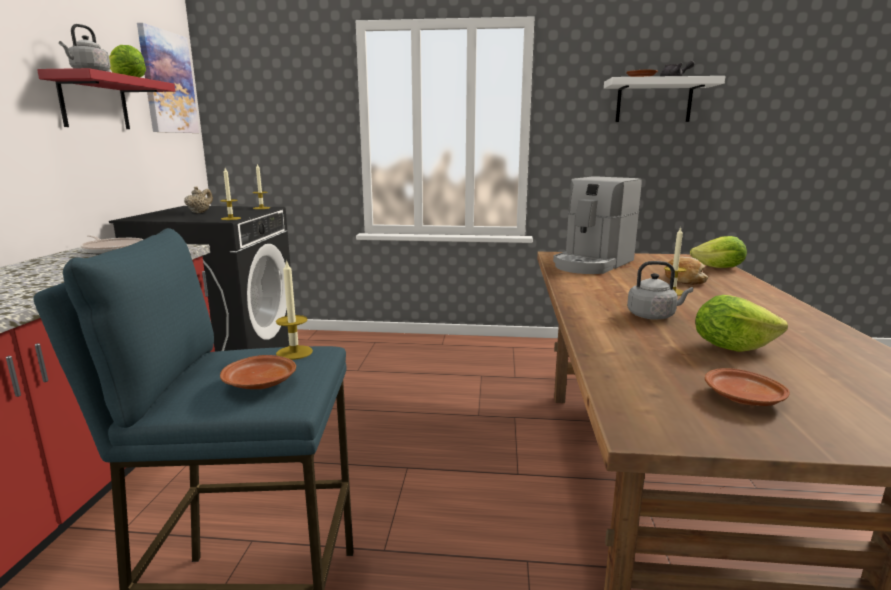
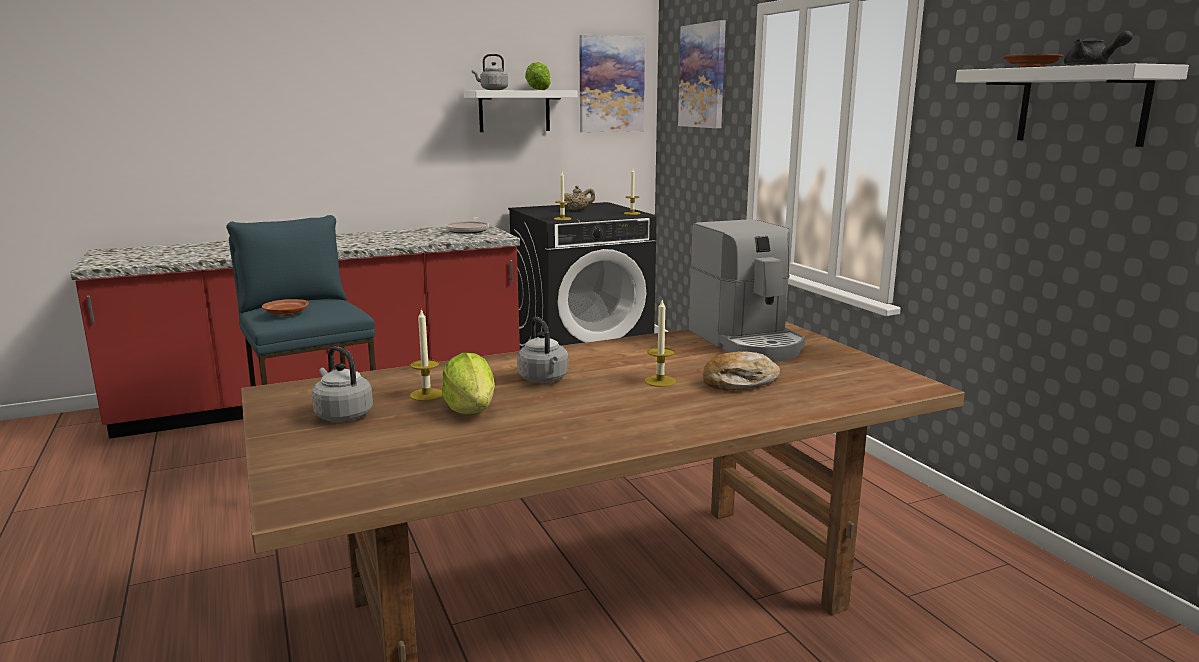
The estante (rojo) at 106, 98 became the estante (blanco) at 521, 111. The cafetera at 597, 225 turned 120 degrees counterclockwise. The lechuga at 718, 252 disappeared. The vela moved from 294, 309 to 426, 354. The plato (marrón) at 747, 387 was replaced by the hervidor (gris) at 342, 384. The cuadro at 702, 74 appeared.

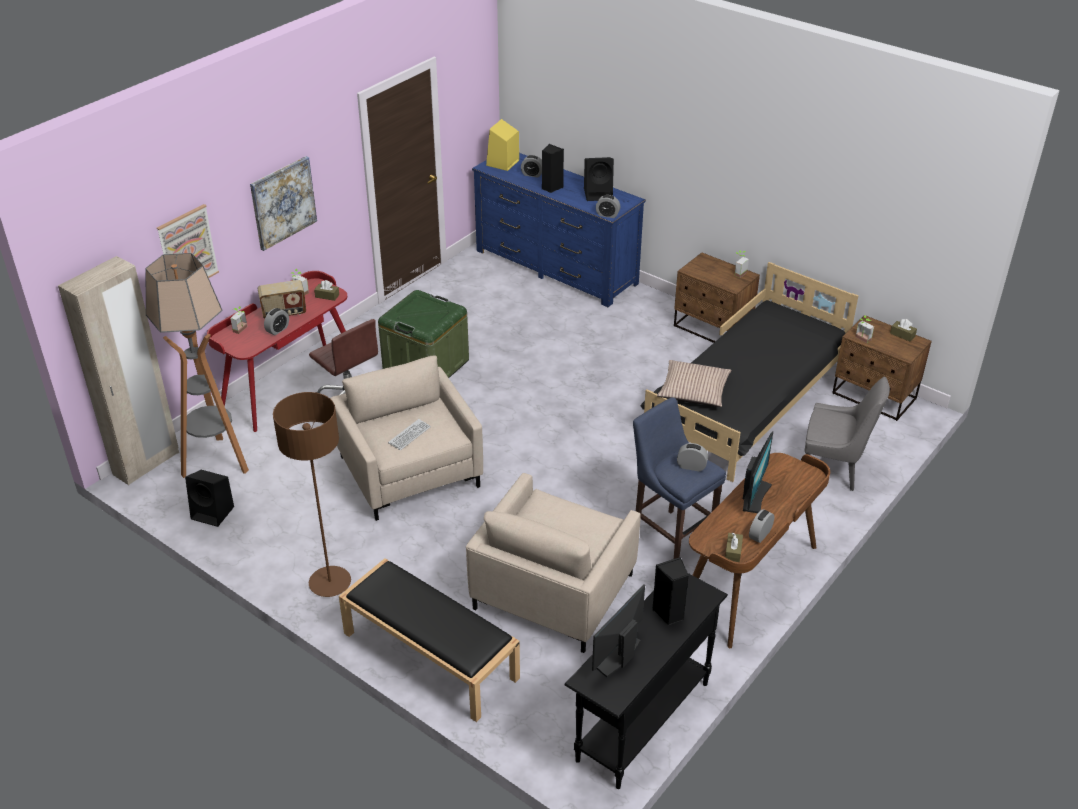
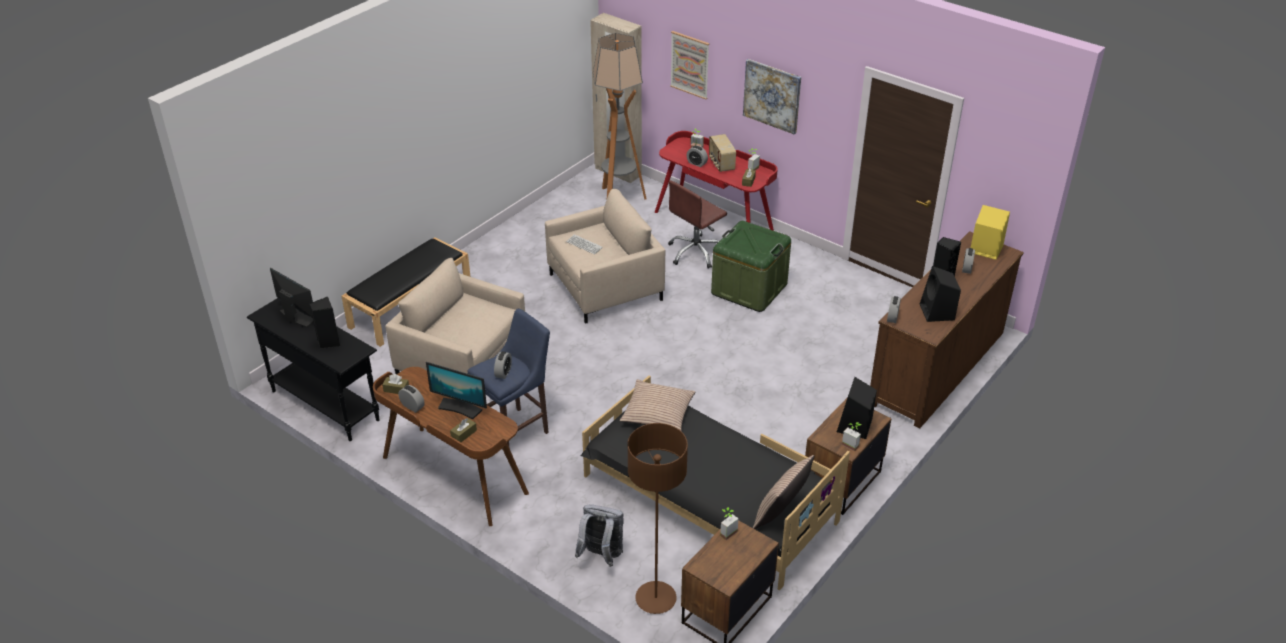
The cómoda (azul) at 559, 230 became the cómoda (marrón) at 947, 329. The caja de pañuelos (marrón) moved from 903, 330 to 463, 430. The silla (gris) at 847, 434 was replaced by the mochila (gris) at 599, 535. The lámpara de pie (marrón) moved from 312, 494 to 658, 518. The altavoz (negro) moved from 209, 498 to 857, 408. The cojín at 783, 492 appeared.

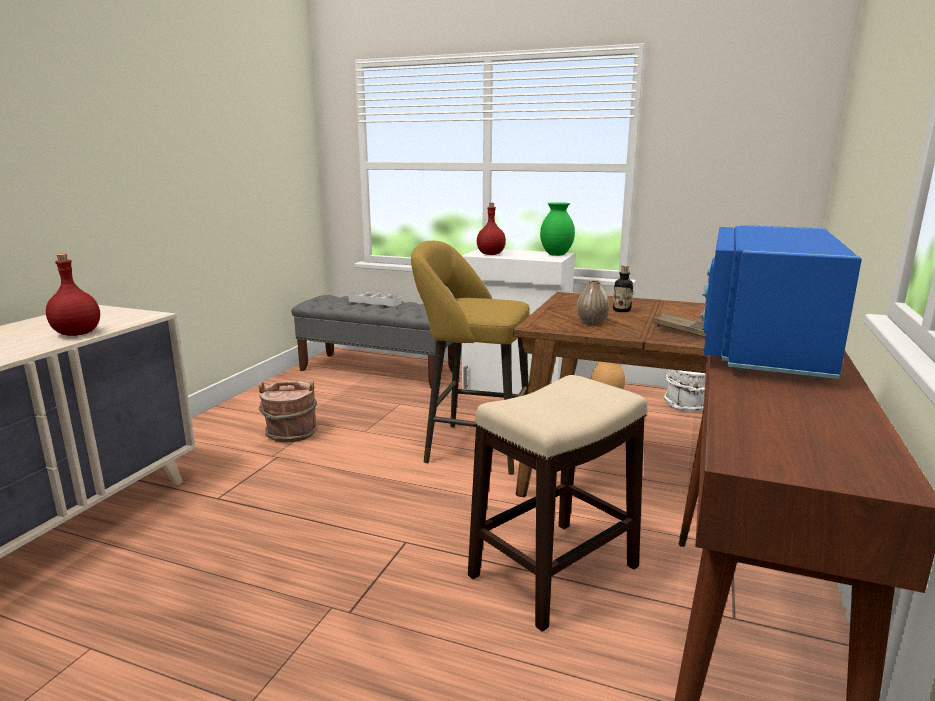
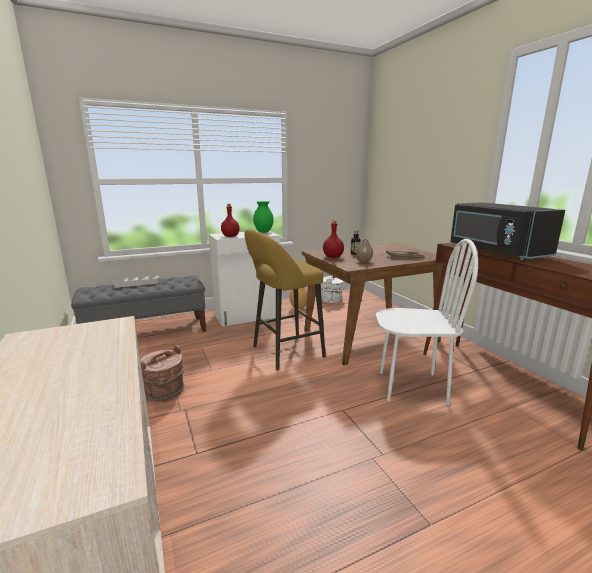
The microondas (azul) at 781, 302 became the microondas (negro) at 507, 231. The botella (rojo) moved from 73, 295 to 333, 239. The taburete at 557, 503 was replaced by the silla (blanco) at 427, 322.

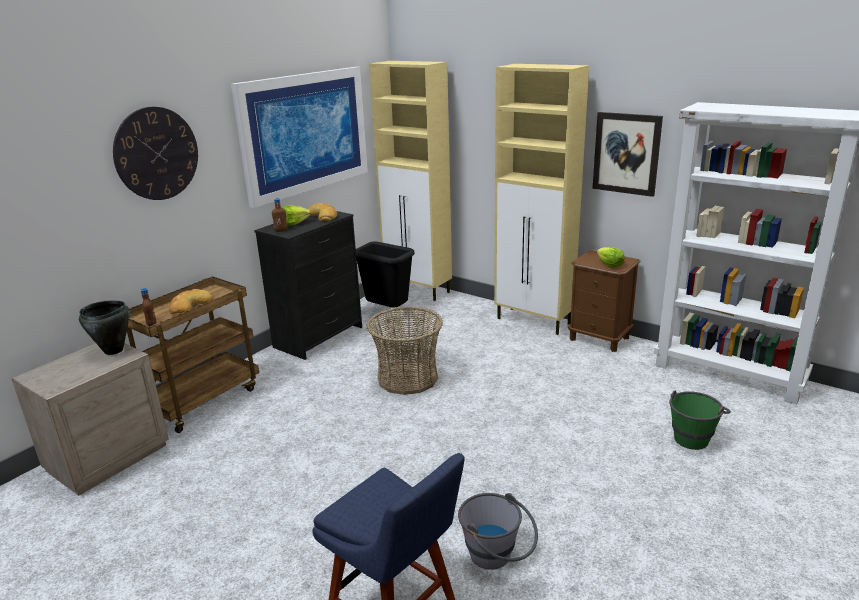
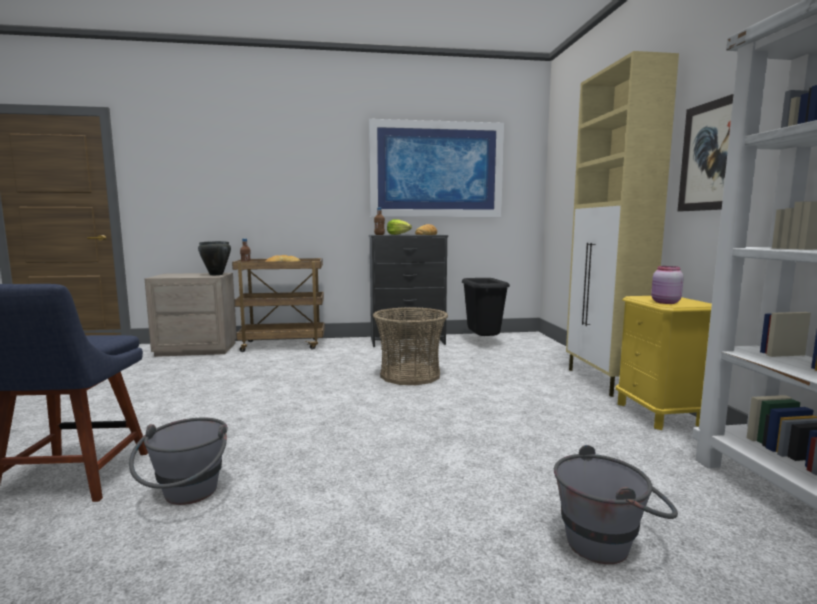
The armario (beis) at 410, 181 disappeared. The reloj de pared at 155, 153 disappeared. The lechuga at 611, 257 was replaced by the tarro (rosa) at 667, 285. The mesita de noche (marrón) at 604, 301 became the mesita de noche (amarillo) at 663, 363. The cubo (verde) at 700, 420 became the cubo (gris) at 616, 504.

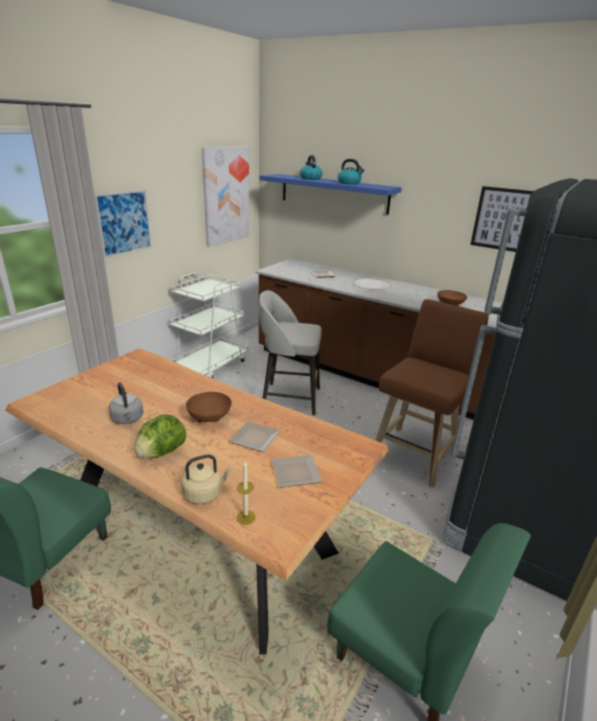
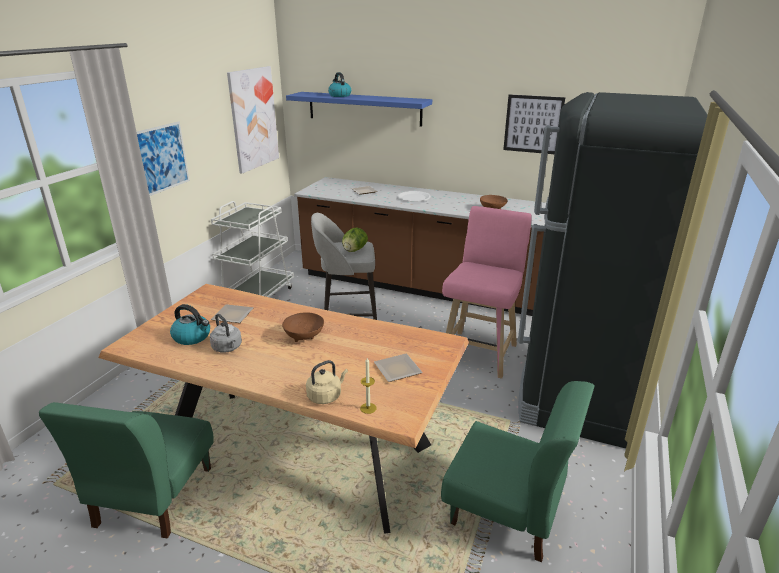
The hervidor moved from 351, 171 to 190, 324. The taburete (marrón) at 432, 393 became the taburete (rosa) at 486, 292. The lechuga moved from 160, 436 to 355, 240. The plato moved from 254, 436 to 232, 313.

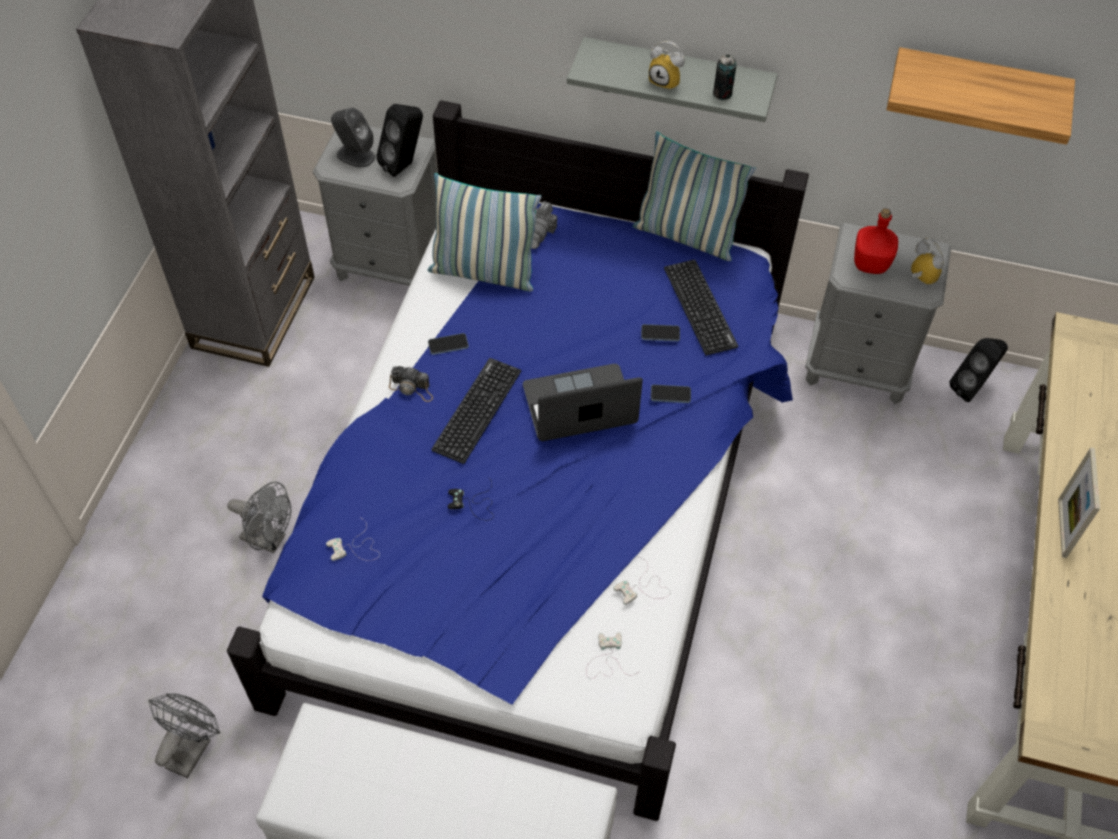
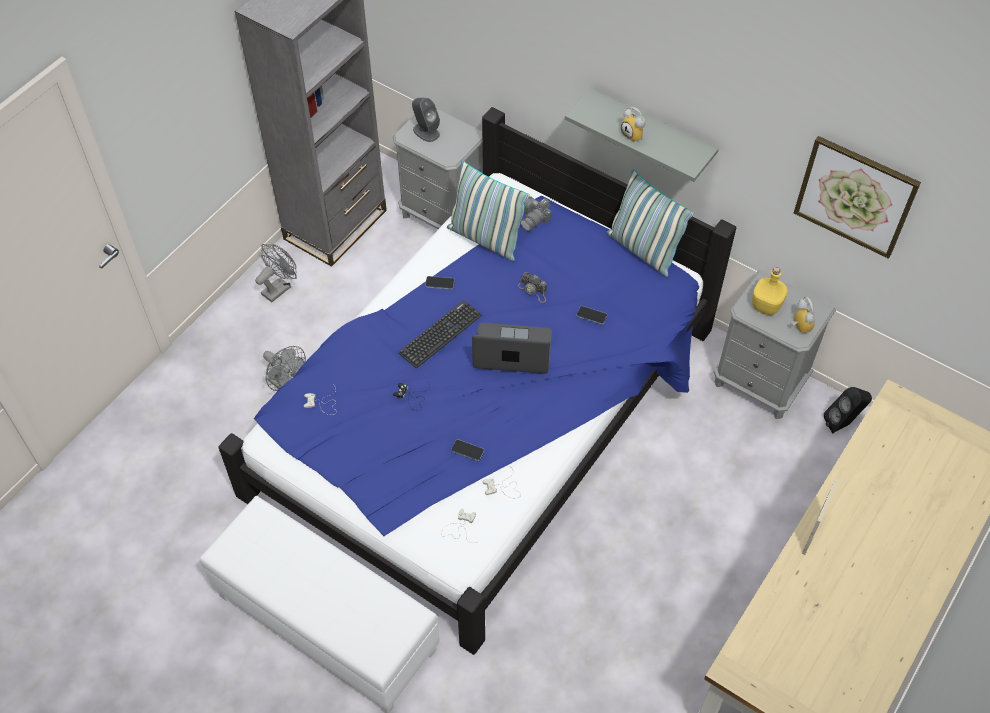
The estante at 980, 96 was replaced by the cuadro at 857, 197. The lata at 725, 77 disappeared. The altavoz (negro) at 399, 140 disappeared. The botella (rojo) at 876, 241 became the botella (amarillo) at 770, 291. The teclado at 701, 308 disappeared. The cámara moved from 411, 384 to 532, 287. The móvil moved from 671, 394 to 467, 450. The ventilador (gris) moved from 184, 735 to 276, 273.

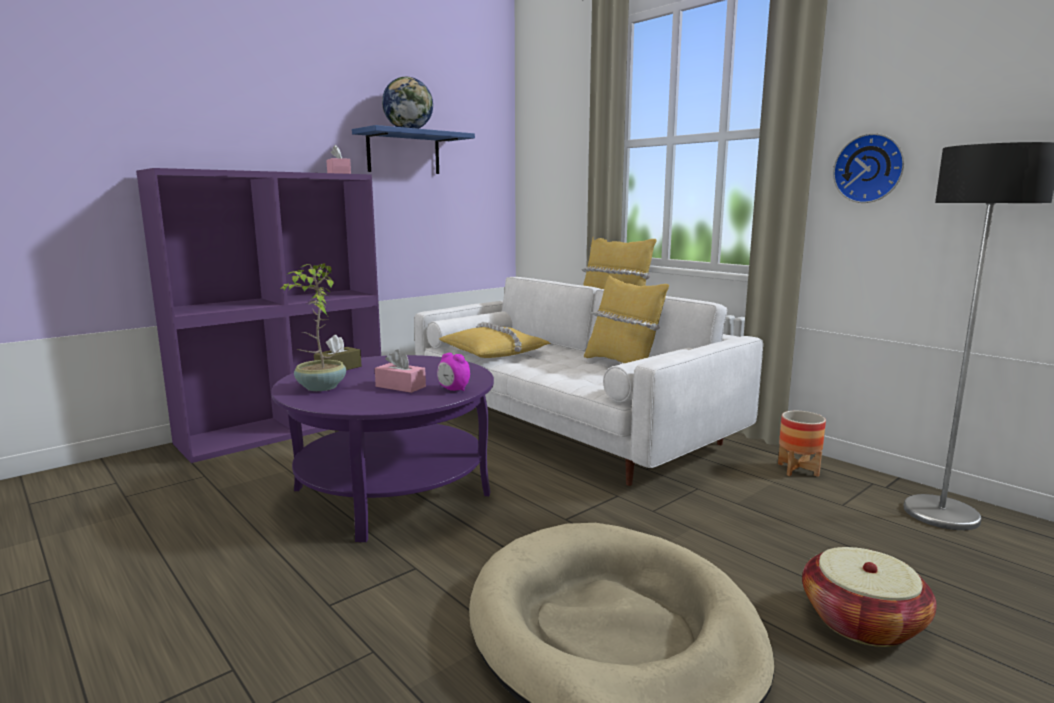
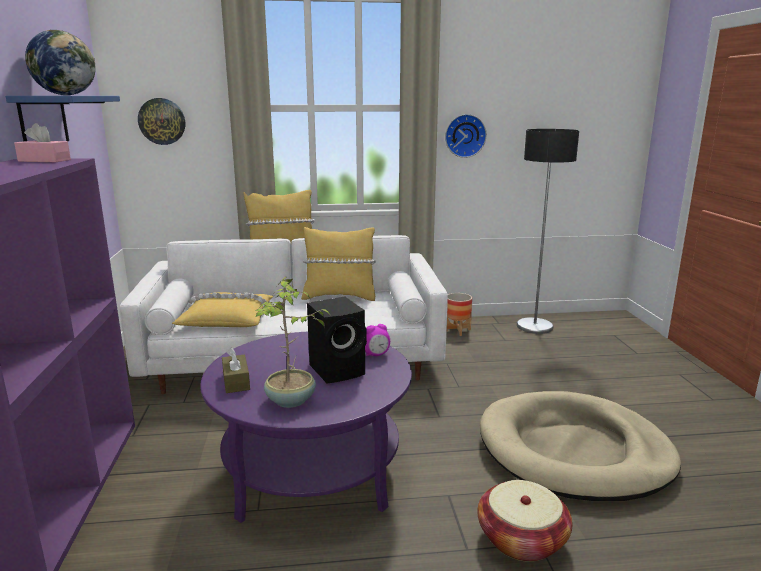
The caja de pañuelos (rosa) at 400, 371 was replaced by the altavoz (negro) at 337, 340. The cesta moved from 869, 597 to 524, 521. The reloj de pared at 161, 121 appeared.

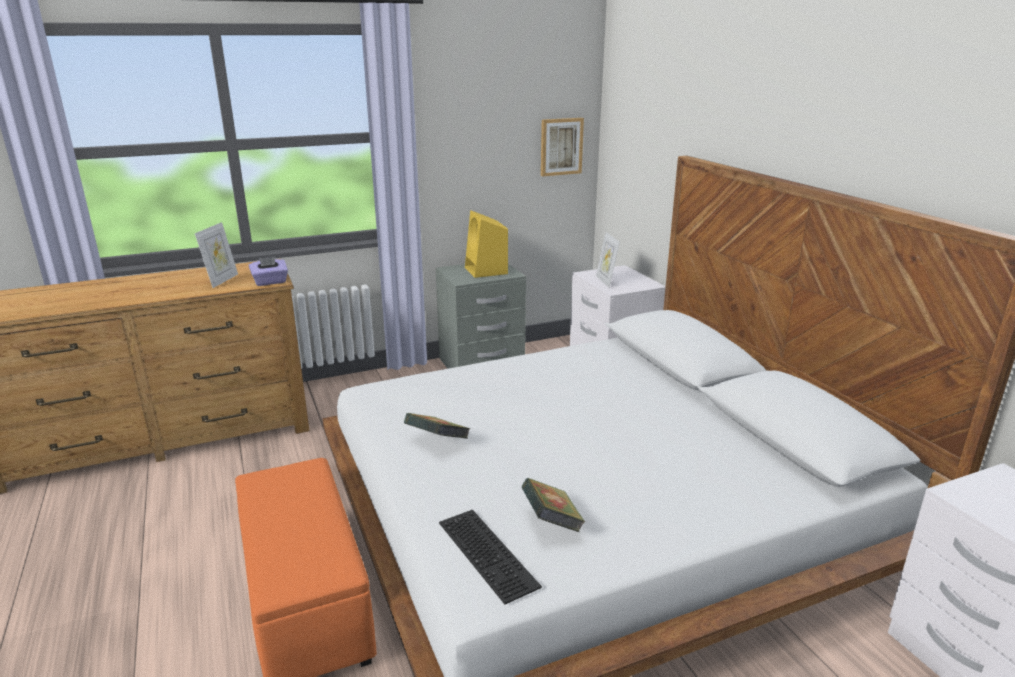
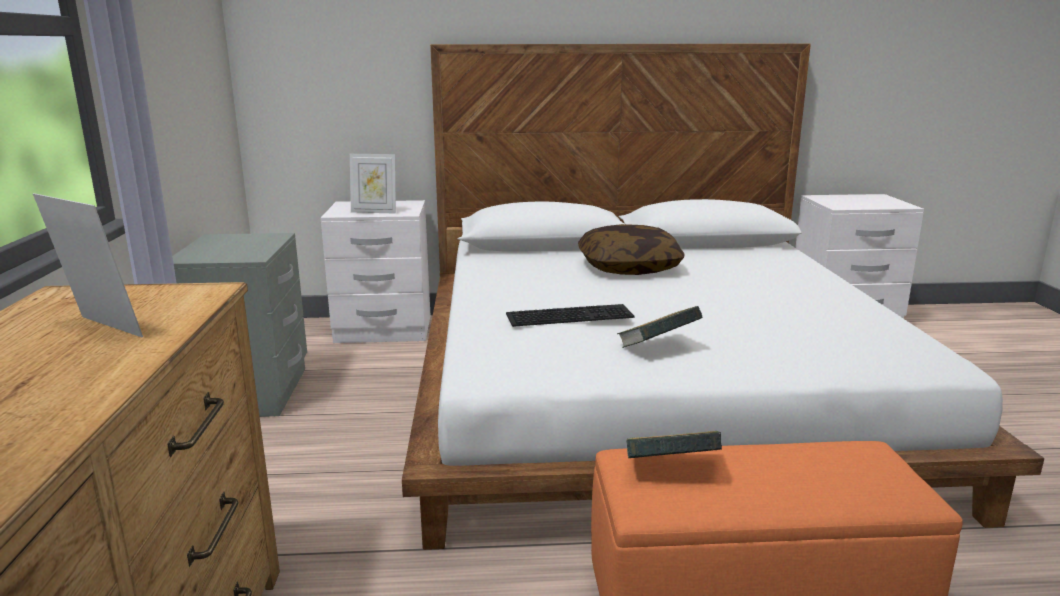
The cuadro at 562, 147 disappeared. The altavoz (amarillo) at 486, 244 disappeared. The caja de pañuelos (morado) at 268, 271 disappeared. The libro moved from 553, 505 to 674, 444. The teclado moved from 490, 557 to 570, 315. The cojín at 631, 249 appeared.

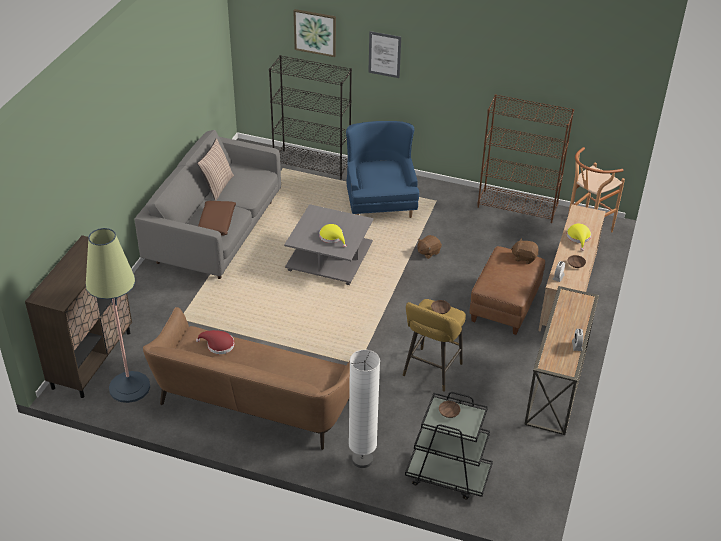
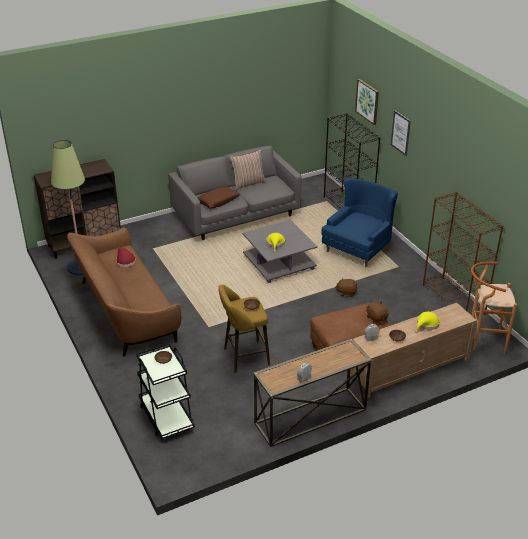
The lámpara de pie (blanco) at 364, 409 disappeared.

